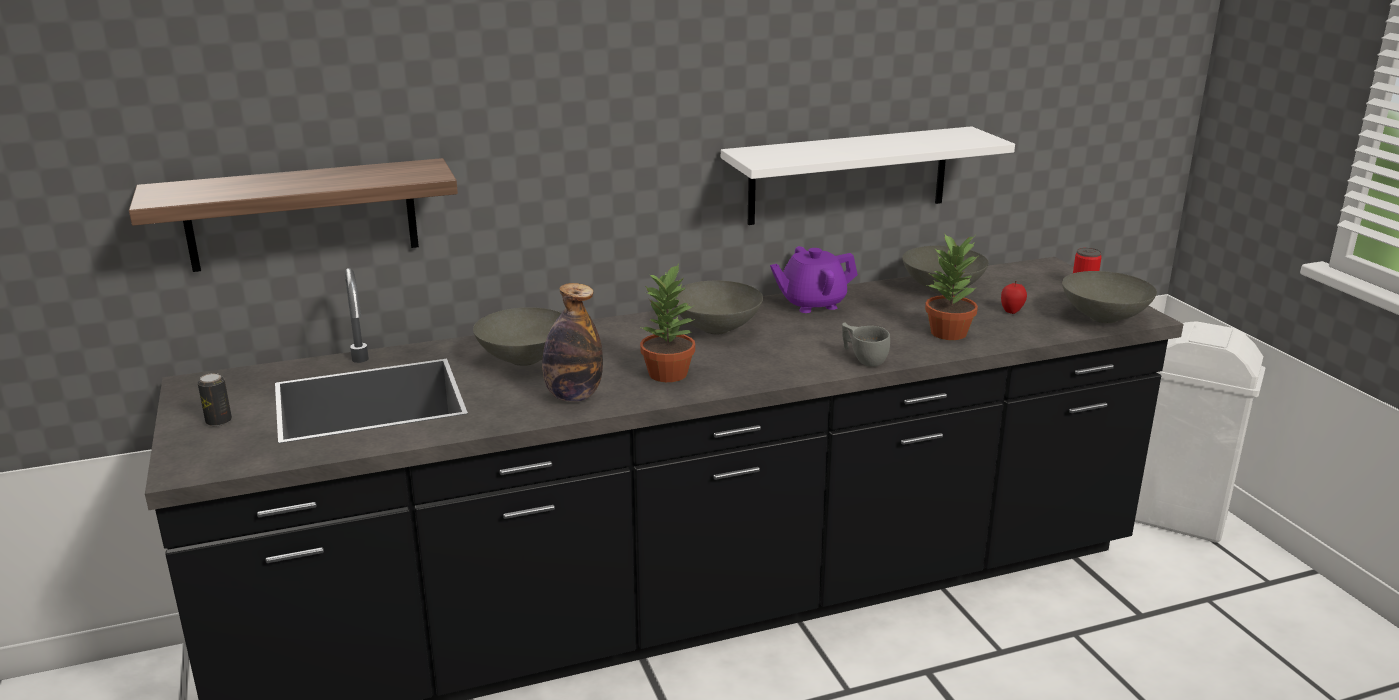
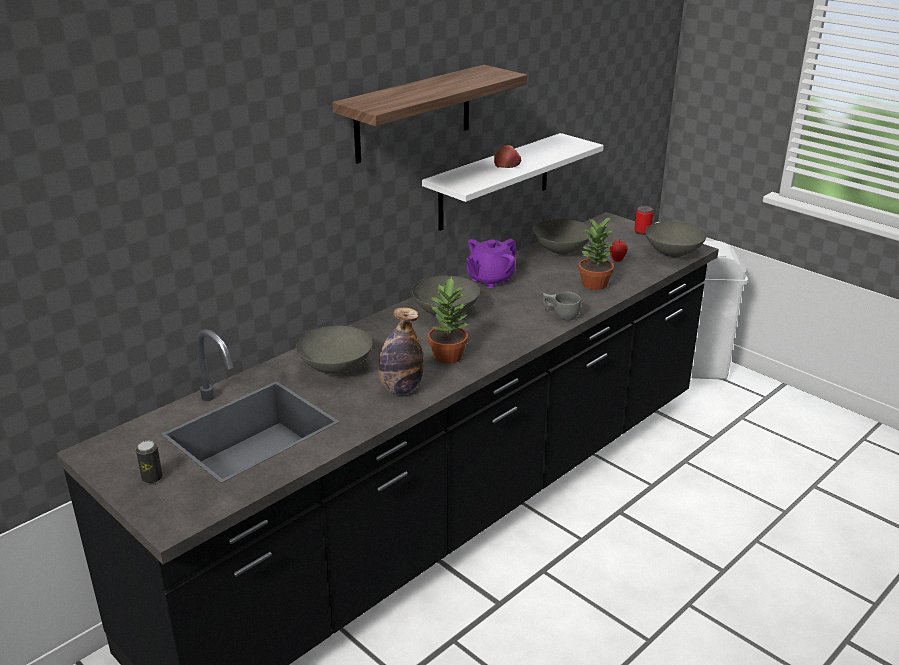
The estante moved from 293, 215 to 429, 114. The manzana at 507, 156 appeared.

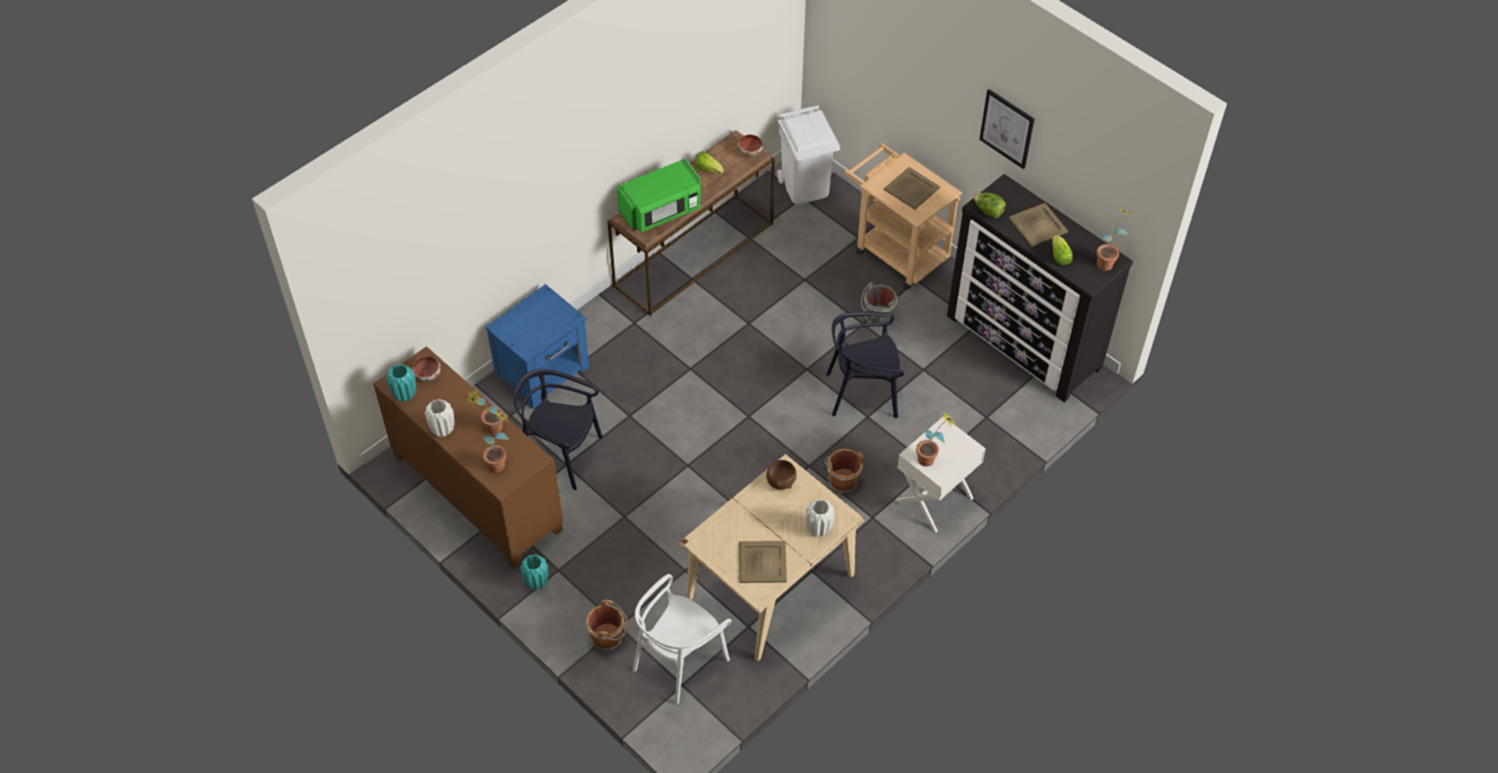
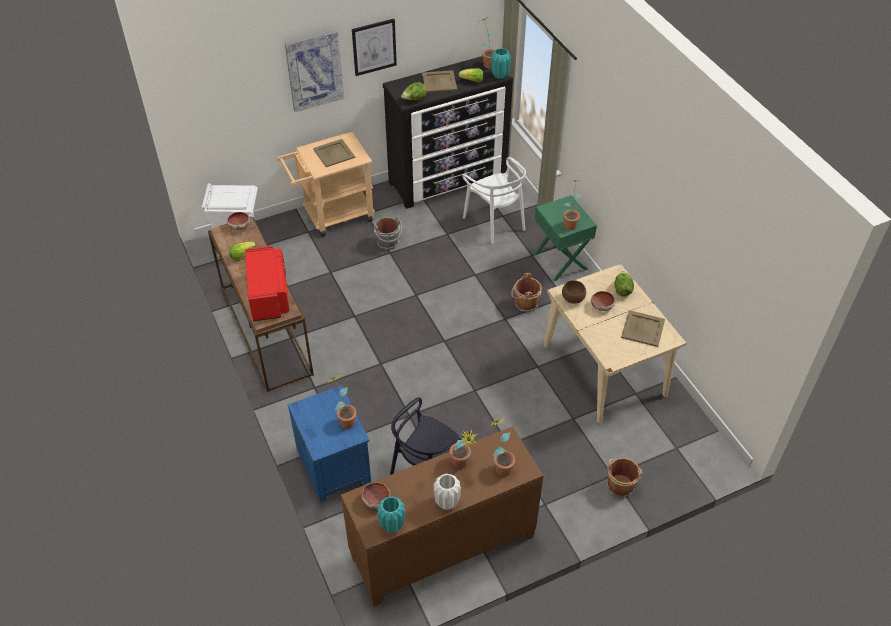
The microondas (verde) at 659, 195 became the microondas (rojo) at 267, 283. The silla (negro) at 865, 364 disappeared. The mesita de noche (blanco) at 941, 474 became the mesita de noche (verde) at 565, 238. The florero (blanco) at 820, 518 was replaced by the lechuga at 624, 284. The florero (turquesa) moved from 534, 572 to 501, 63. The silla (blanco) moved from 682, 639 to 494, 200. The cuadro at 314, 71 appeared. The cuenco at 603, 301 appeared. The planta en maceta at 341, 401 appeared.

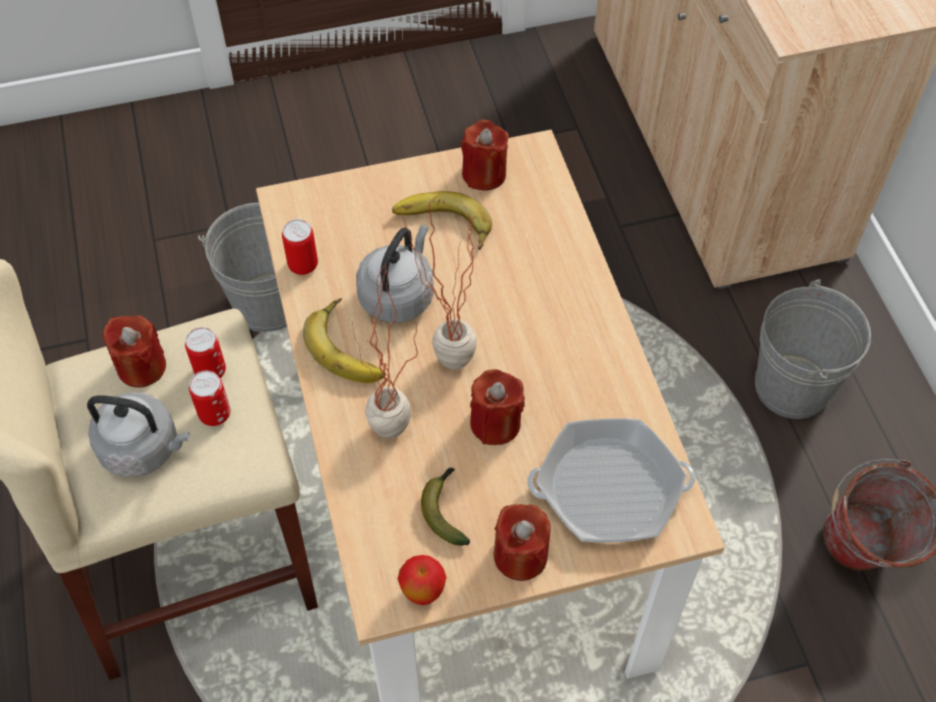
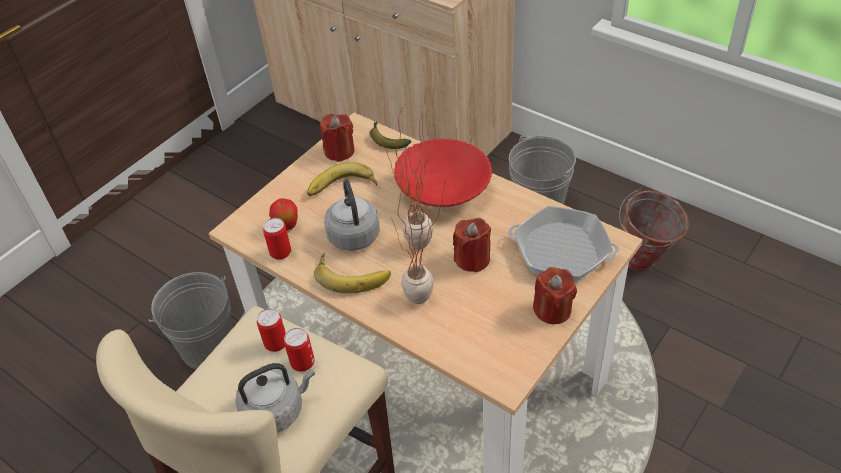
The vela (rojo) at 134, 351 disappeared. The sartén at 611, 480 turned 60 degrees clockwise. The plátano moved from 445, 507 to 390, 135. The manzana moved from 421, 580 to 283, 214. The cuenco (rojo) at 443, 172 appeared.

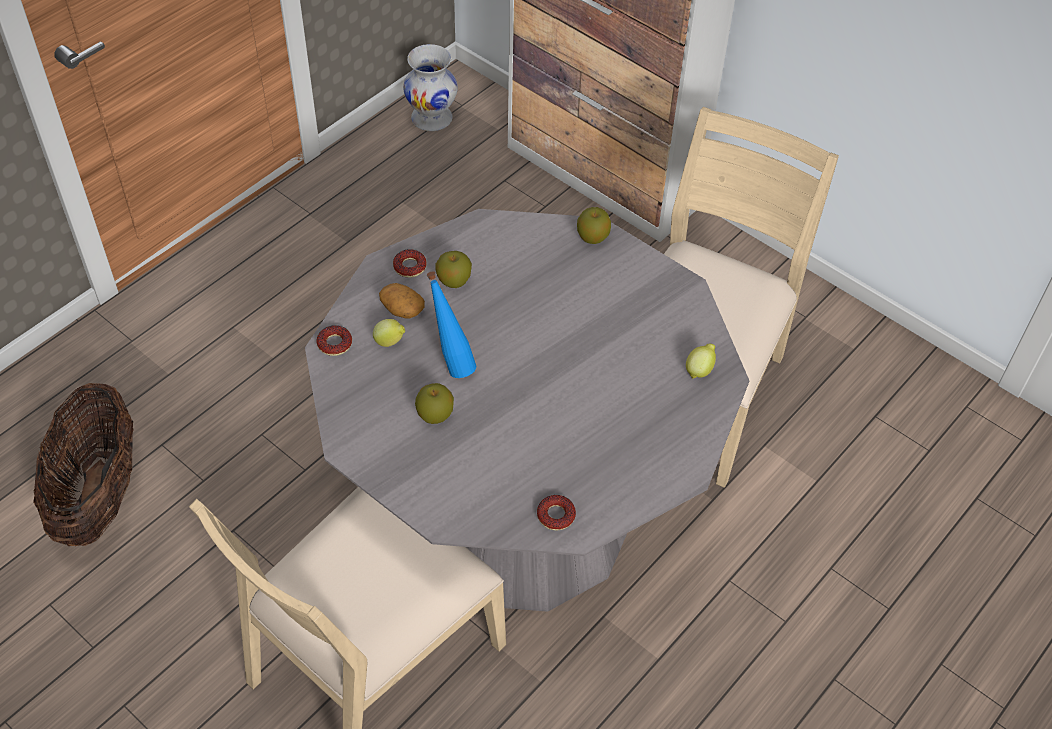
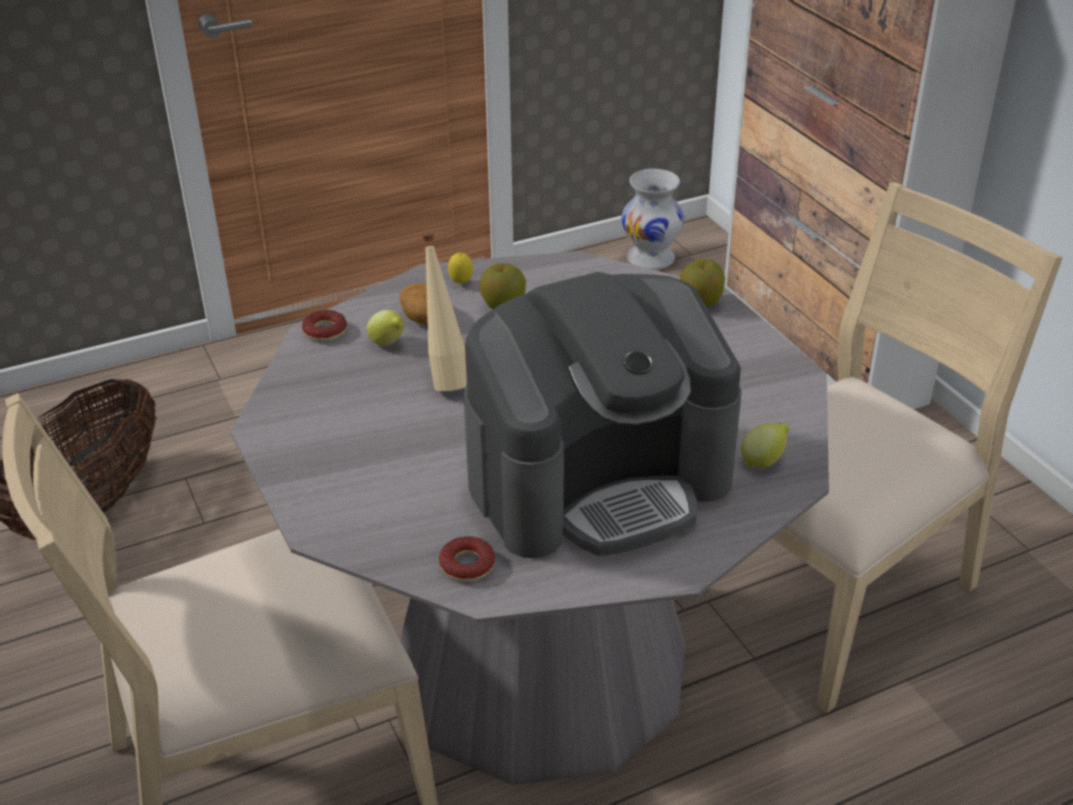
The rosquilla at 410, 263 was replaced by the limón at 460, 268. The botella (azul) at 451, 324 became the botella (beis) at 444, 312. The manzana at 434, 403 disappeared. The cafetera at 603, 415 appeared.

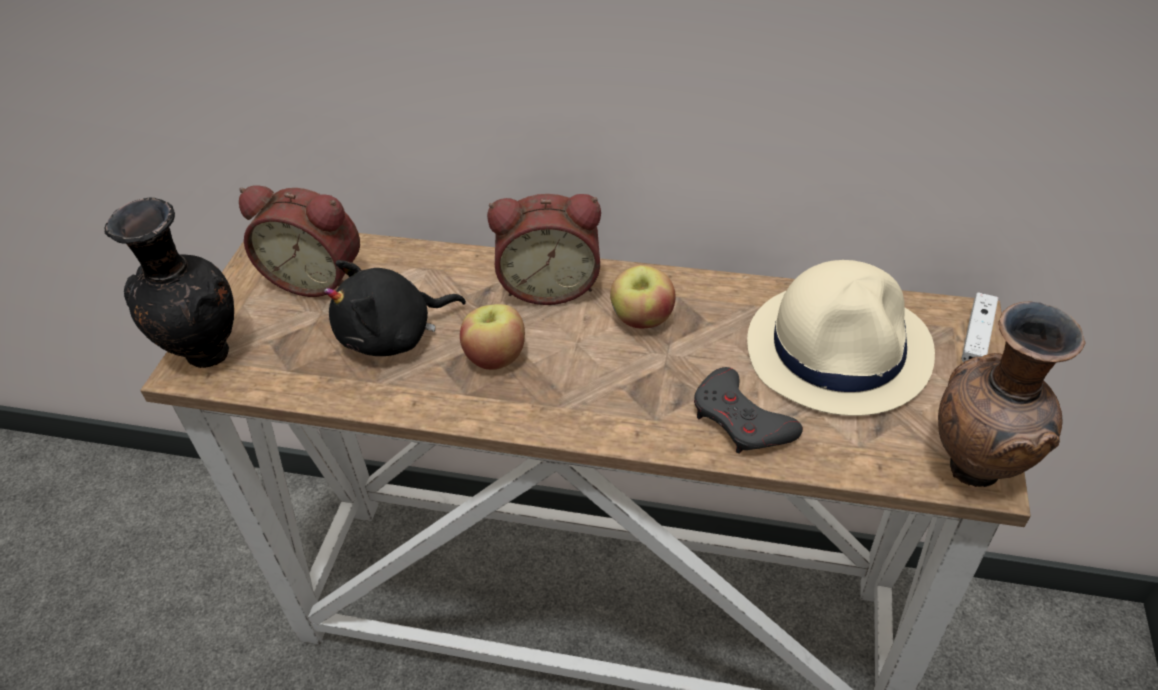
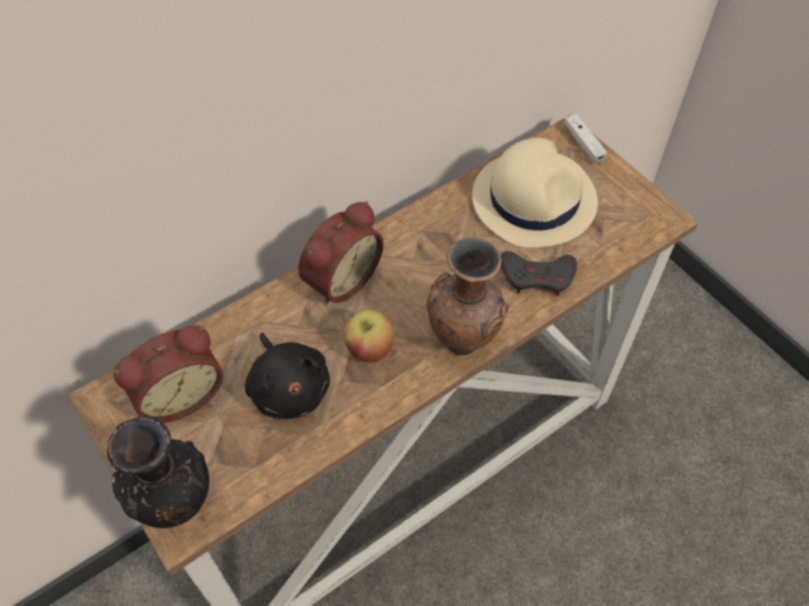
The peluche (negro) at 395, 308 turned 45 degrees counterclockwise. The manzana at 643, 296 disappeared. The florero (marrón) moved from 1012, 394 to 467, 296.

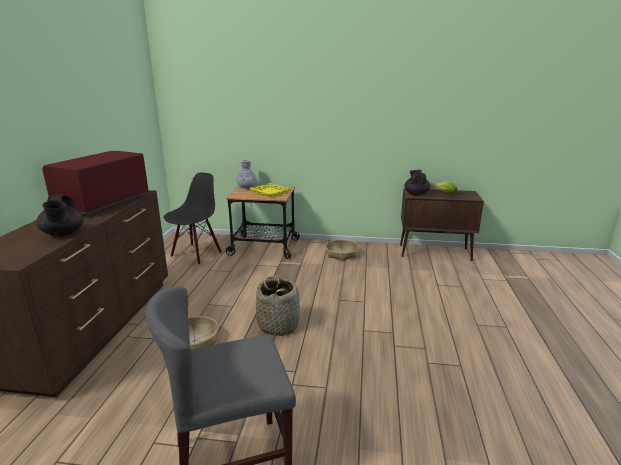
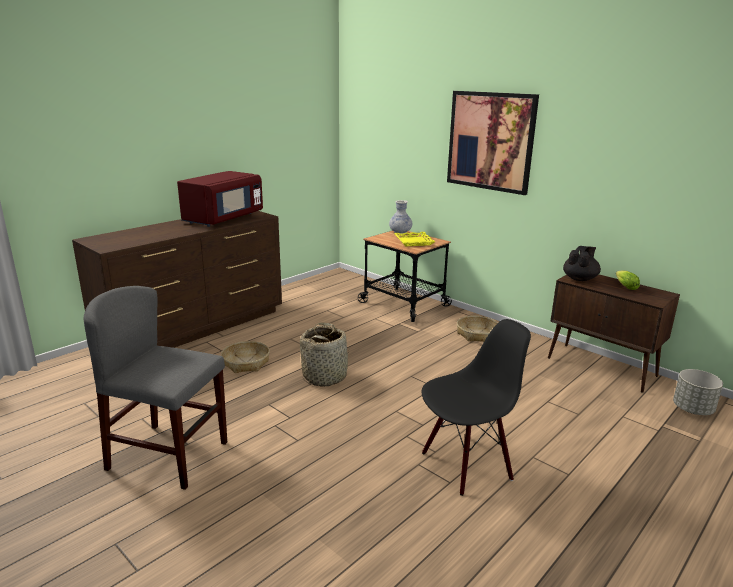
The microondas (rojo) at 95, 184 turned 150 degrees clockwise. The silla (negro) moved from 193, 218 to 476, 407. The tetera (negro) at 60, 215 disappeared. The cuadro at 493, 143 appeared. The maceta (gris) at 698, 392 appeared.

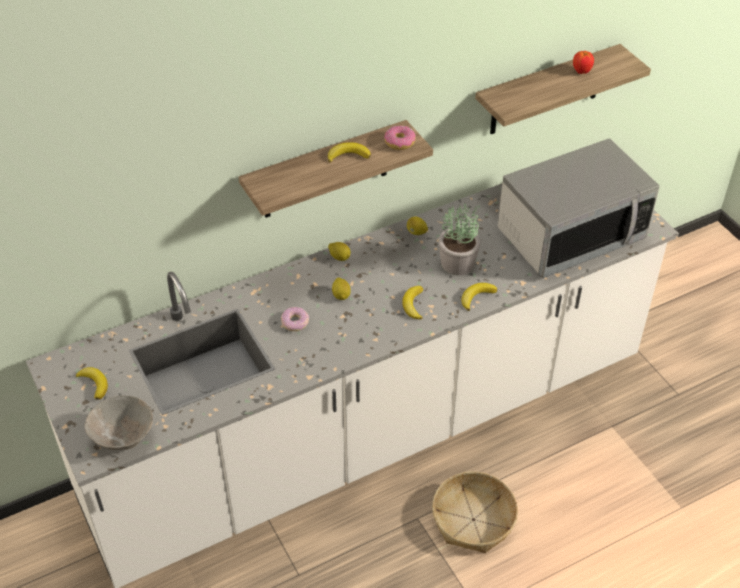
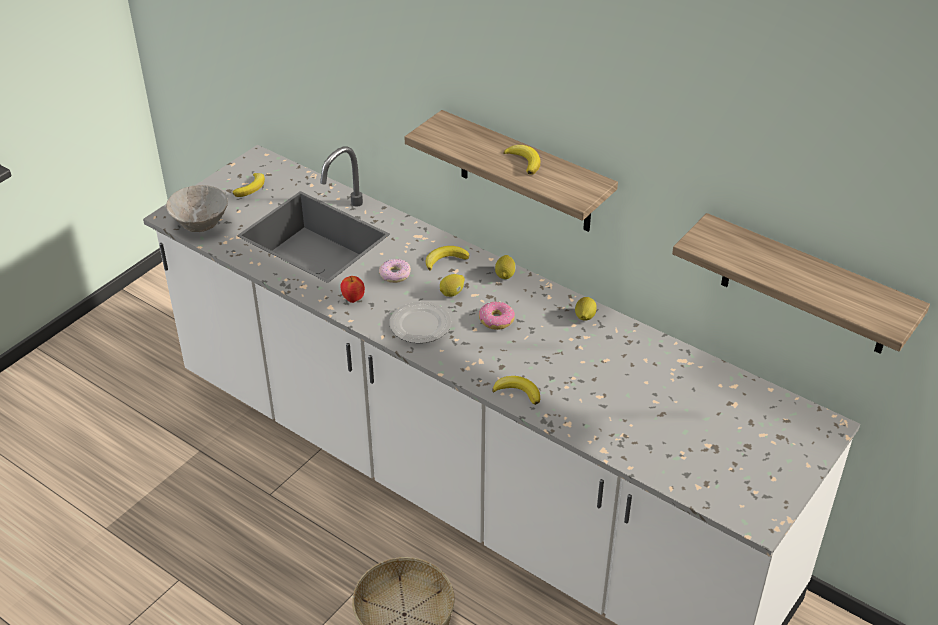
The manzana moved from 583, 62 to 352, 289. The rosquilla moved from 400, 137 to 497, 315. The microondas at 578, 208 disappeared. The planta en maceta at 460, 239 disappeared. The plátano moved from 412, 303 to 447, 258. The plato at 420, 322 appeared.

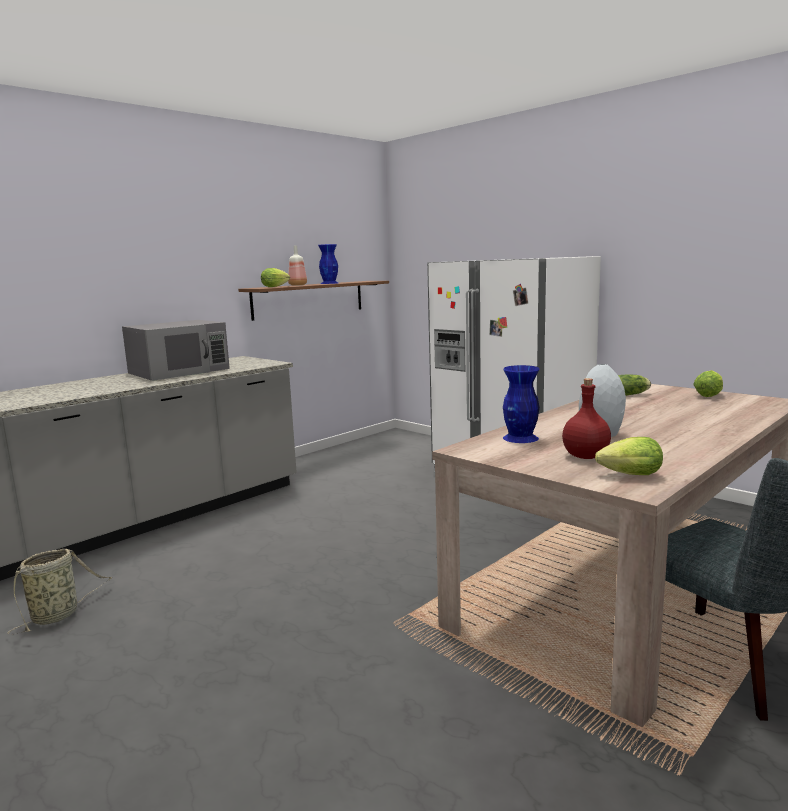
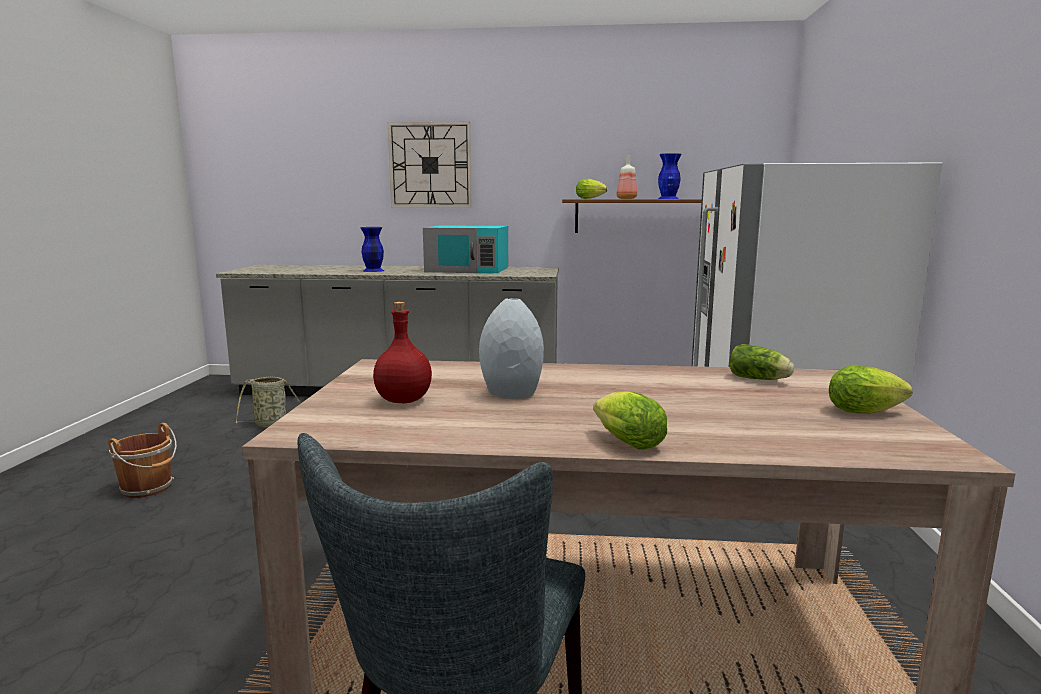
The microondas (gris) at 176, 350 became the microondas (turquesa) at 465, 249. The florero (azul) moved from 521, 404 to 372, 249. The lechuga moved from 629, 456 to 630, 420. The reloj de pared at 429, 164 appeared. The cubo (marrón) at 142, 460 appeared.

